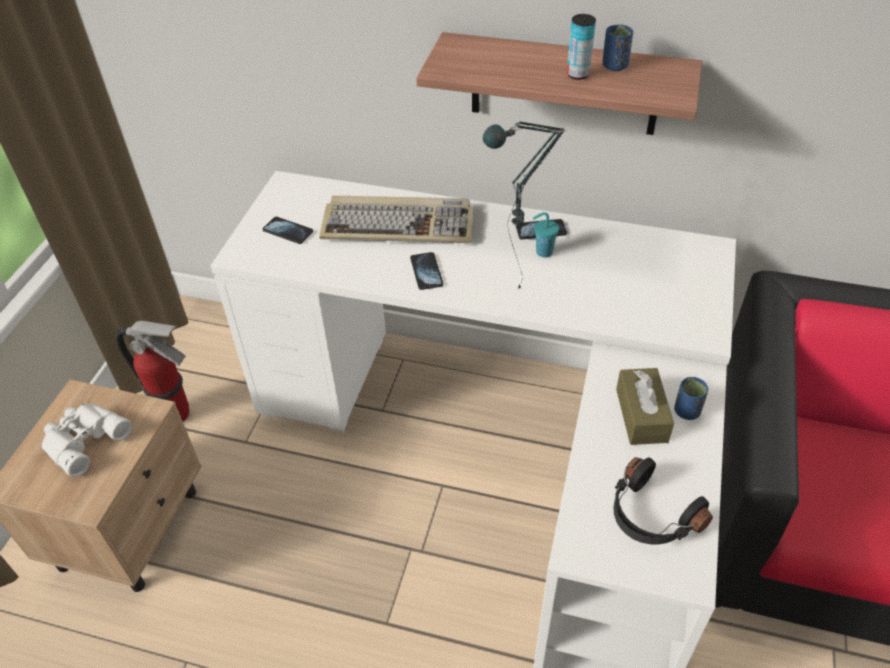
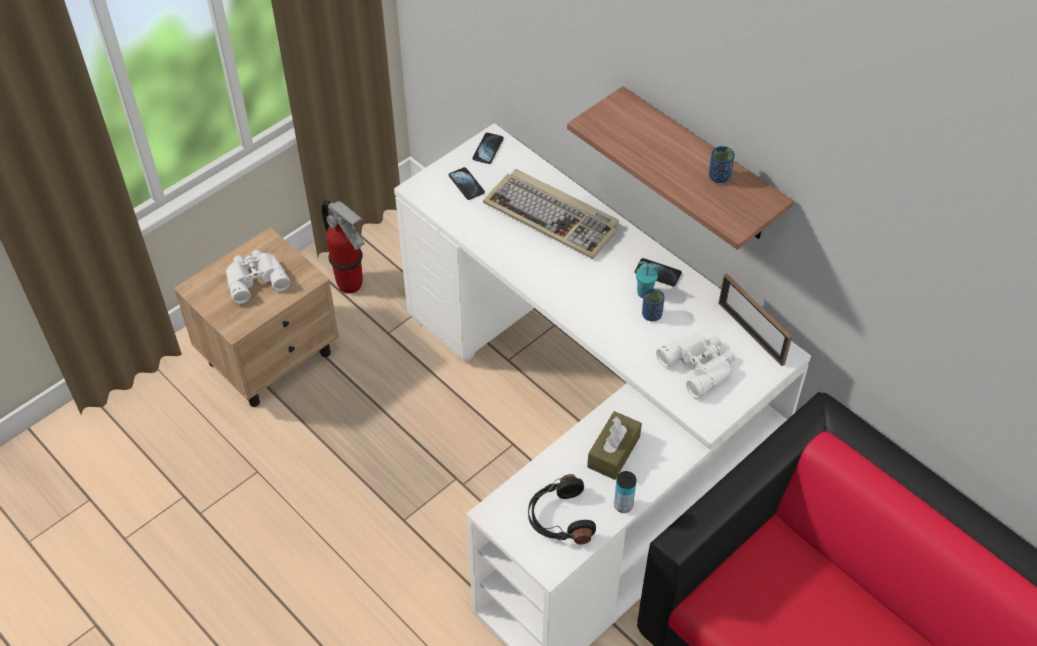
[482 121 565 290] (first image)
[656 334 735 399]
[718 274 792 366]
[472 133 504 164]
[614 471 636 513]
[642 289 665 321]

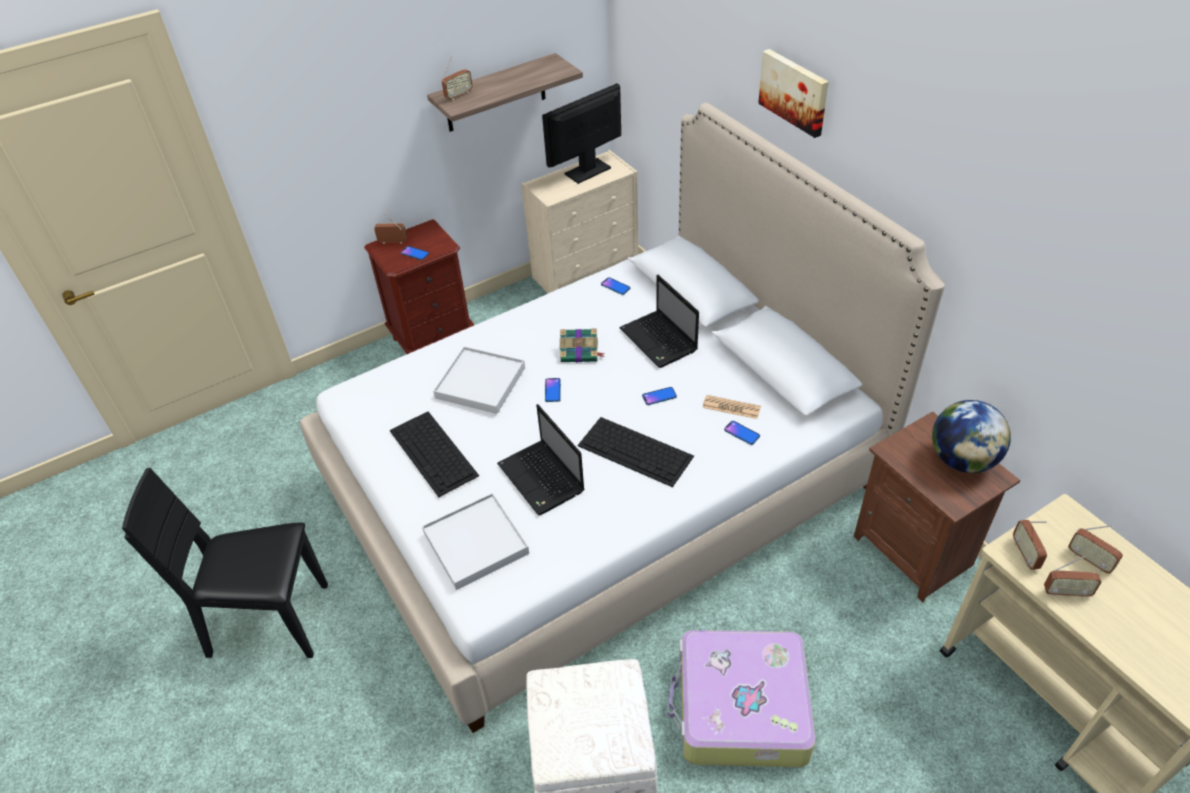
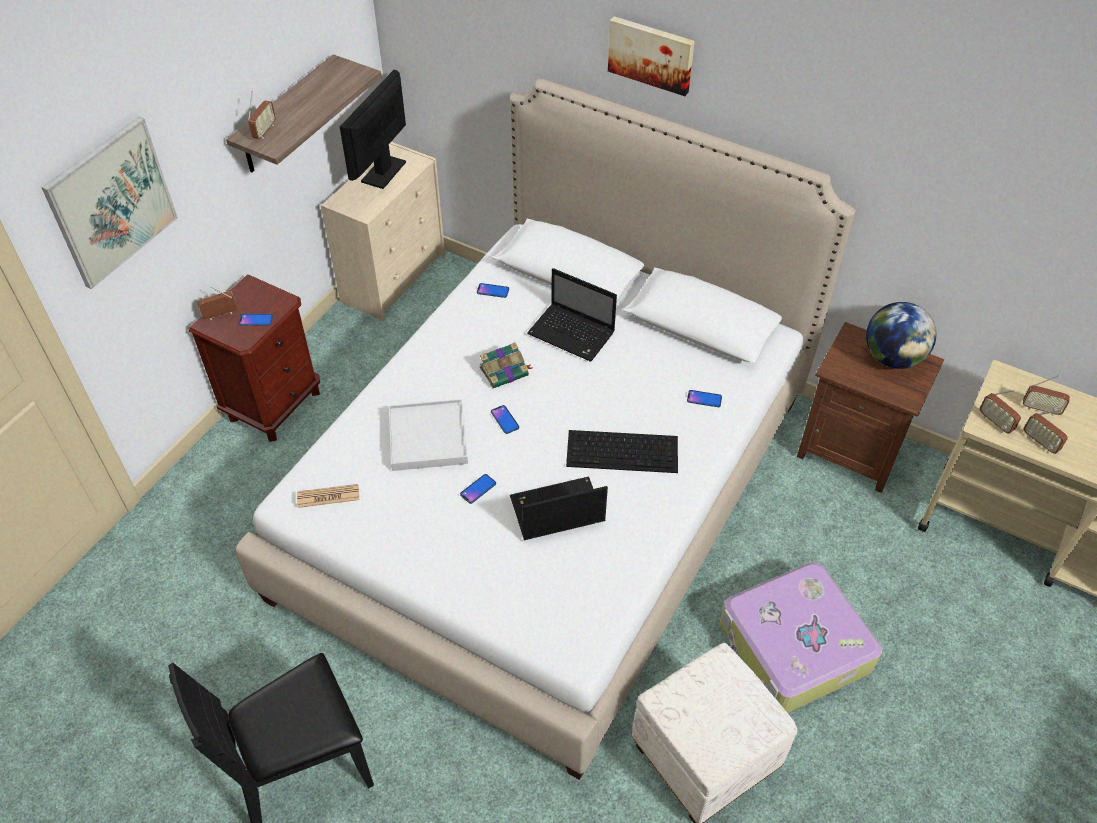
[390 411 479 497] (first image)
[422 493 529 590] (first image)
[42 117 178 289]
[460 474 496 504]
[297 484 359 508]
[510 477 608 540]
[1024 410 1068 454]

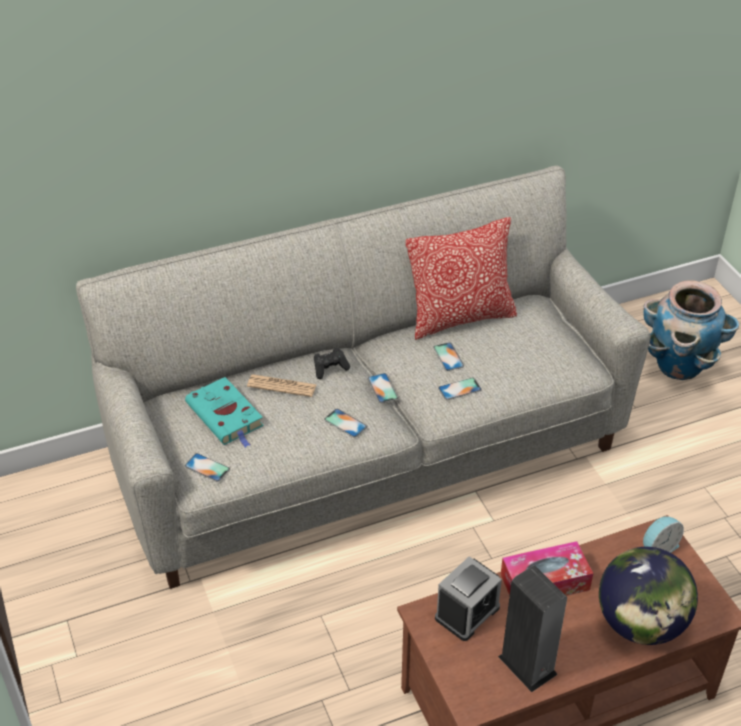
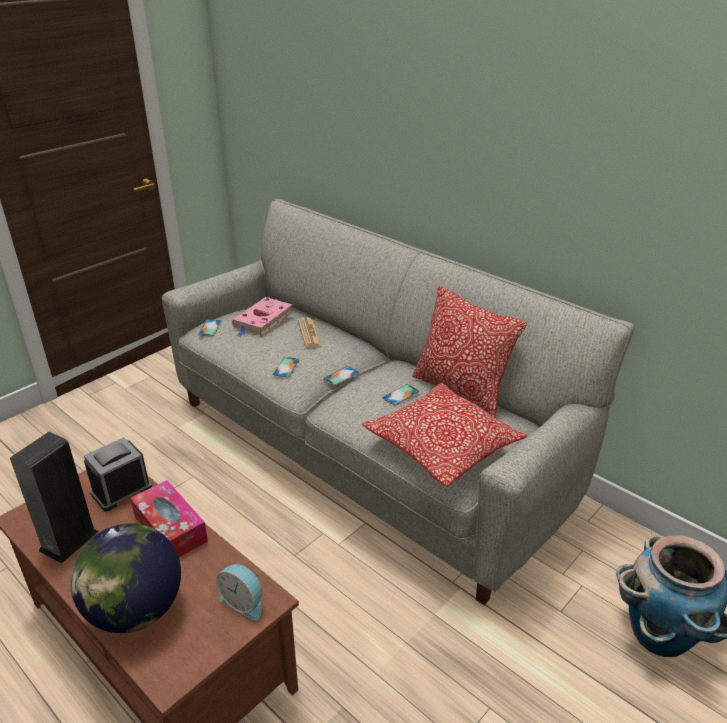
[314 348 350 379] (first image)
[438 378 482 400] (first image)
[362 383 527 487]
[232 297 293 337]
[84 437 152 512]

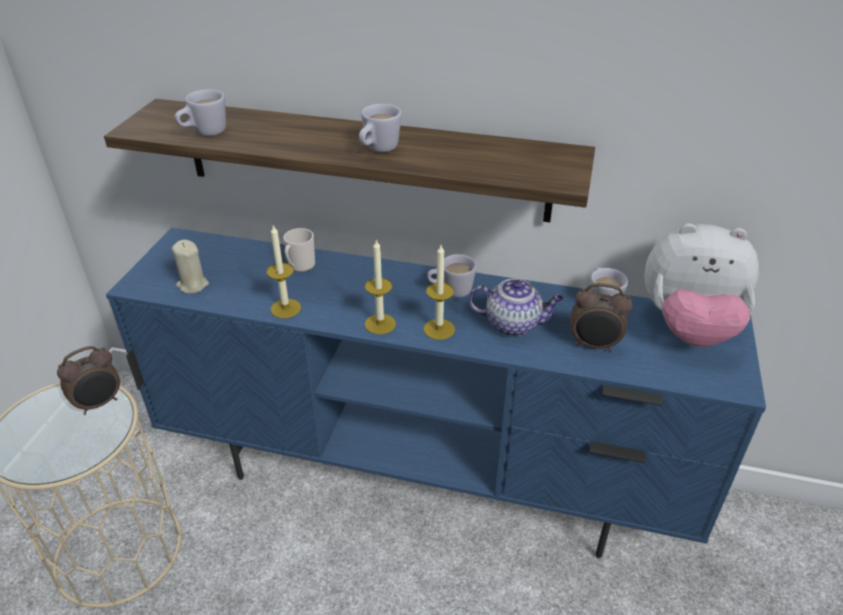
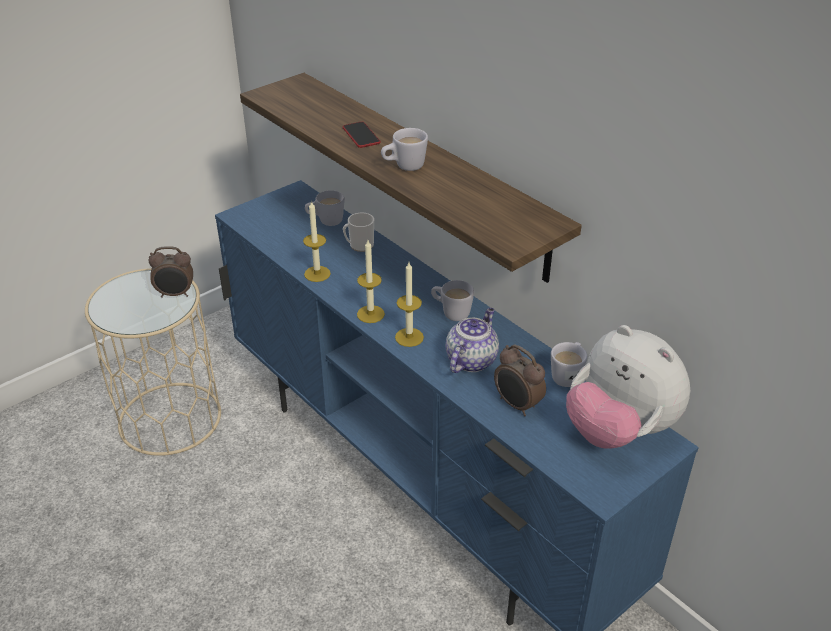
[172 240 209 294] (first image)
[343 122 380 148]
[305 190 345 226]
[446 308 499 373]

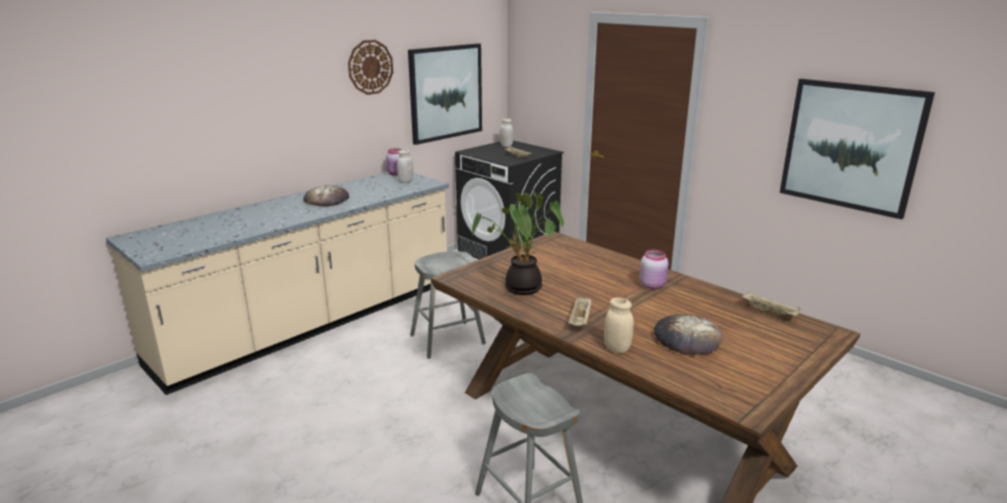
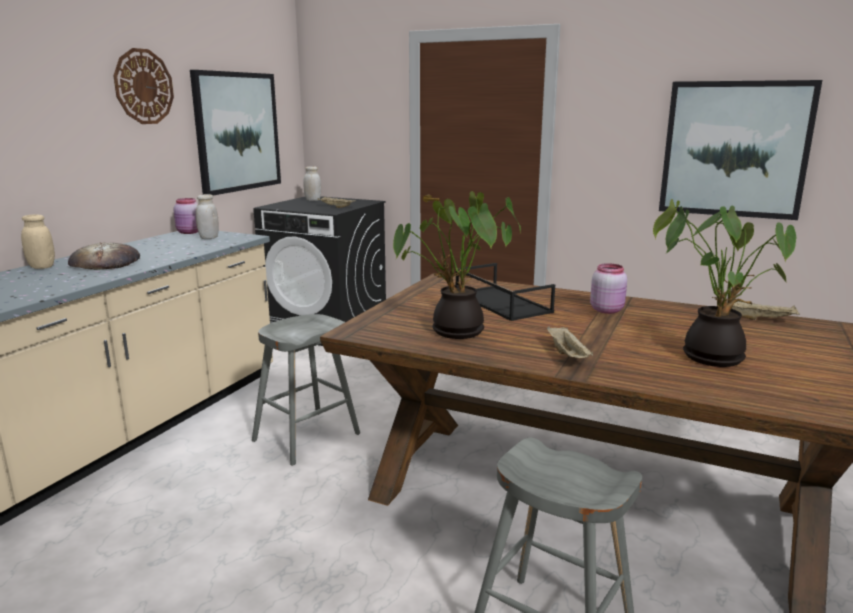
[456 263 555 321]
[21 214 55 269]
[653 199 796 367]

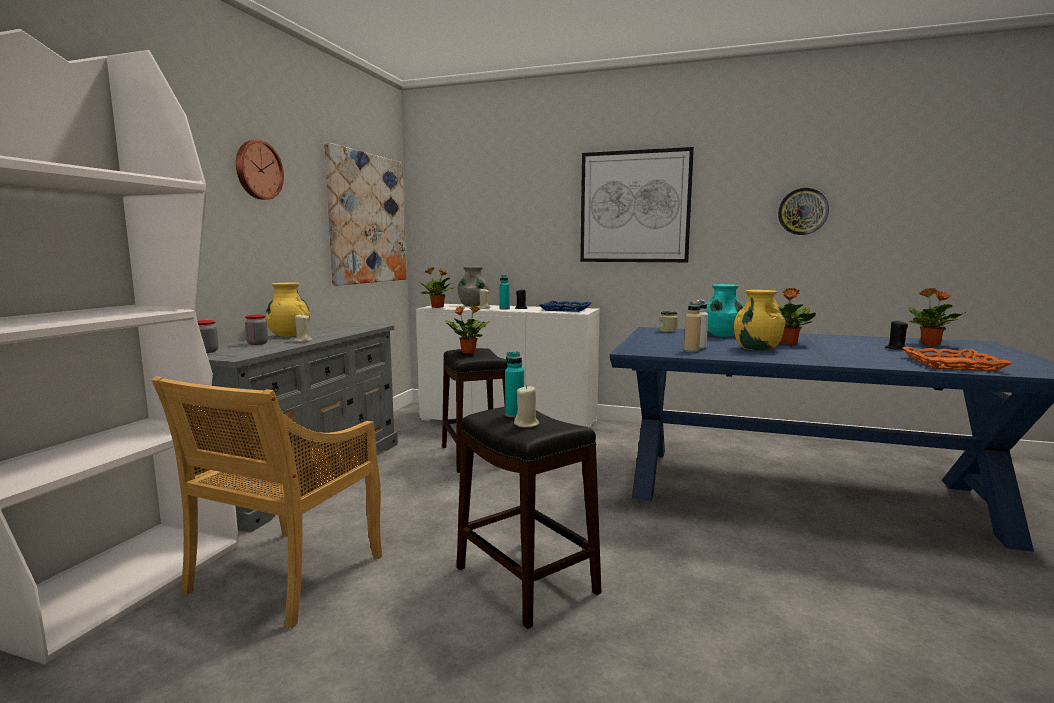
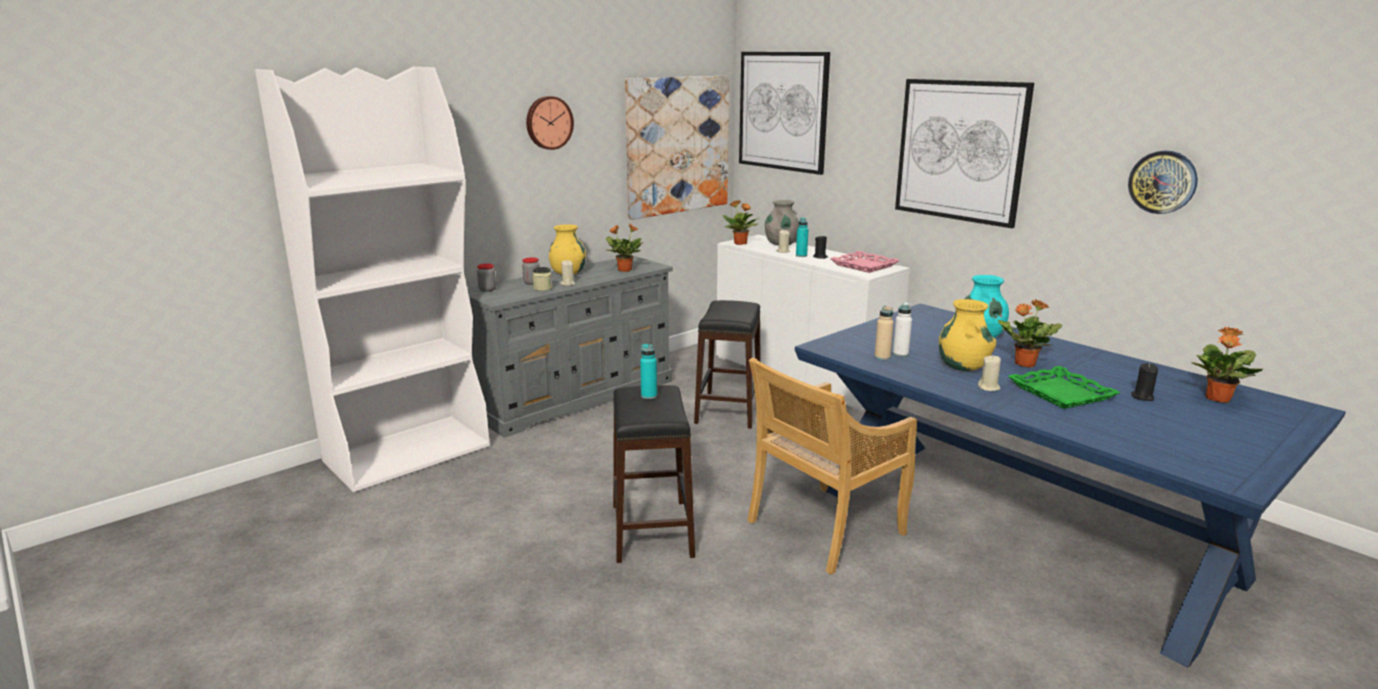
[902 347 1012 371] (first image)
[739 52 830 175]
[1008 366 1120 409]
[747 357 917 575]
[605 223 644 272]
[978 355 1001 391]
[533 267 552 291]
[830 251 900 273]

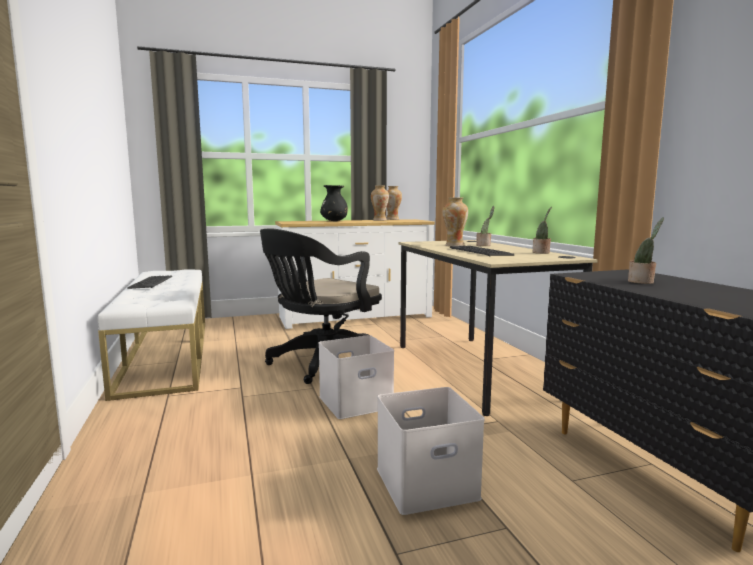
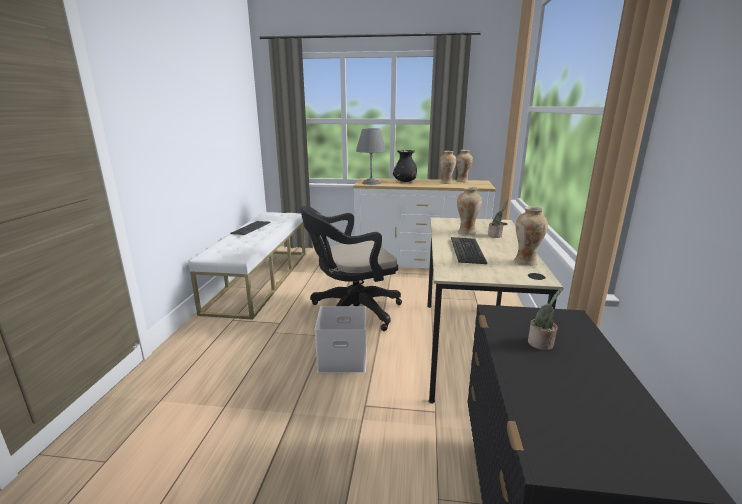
[377 387 485 515] (first image)
[356 128 386 185]
[514 206 548 266]

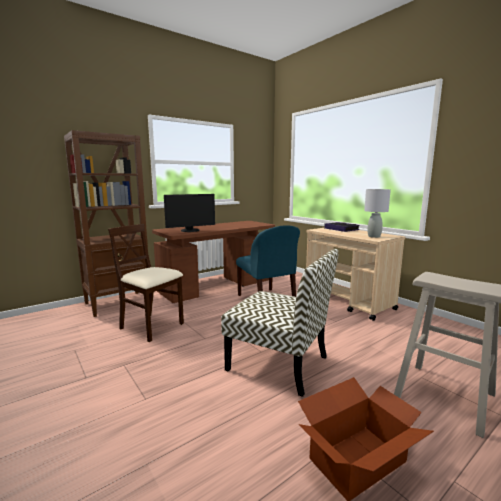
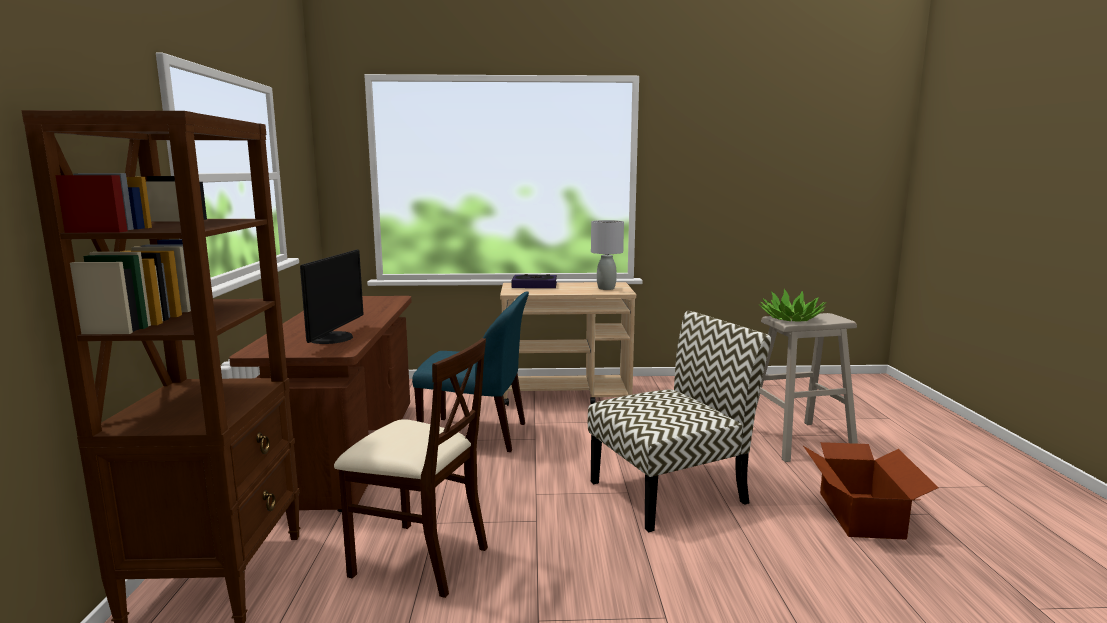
[758 289 827 322]
[334 338 488 598]

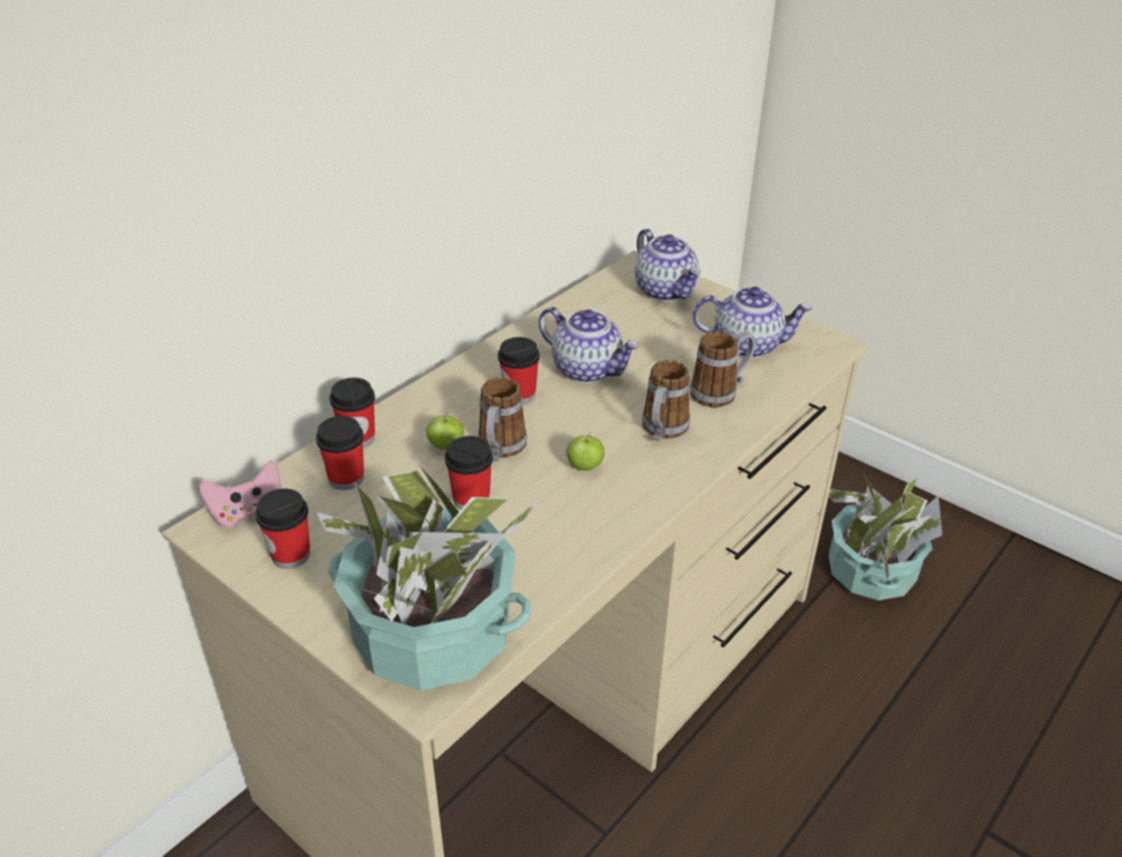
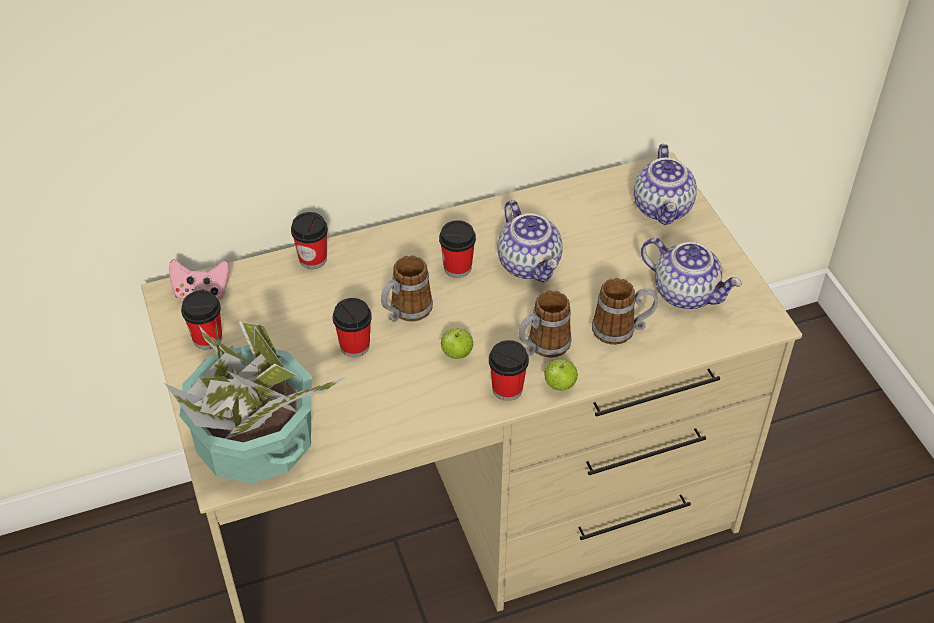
[828 474 942 600] (first image)
[489 340 529 401]
[544 359 578 391]

